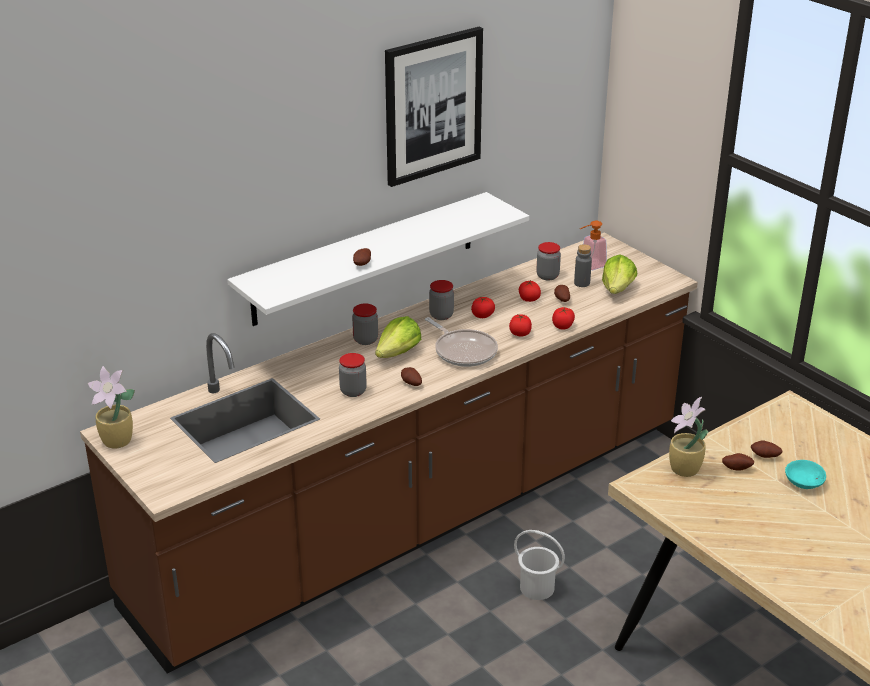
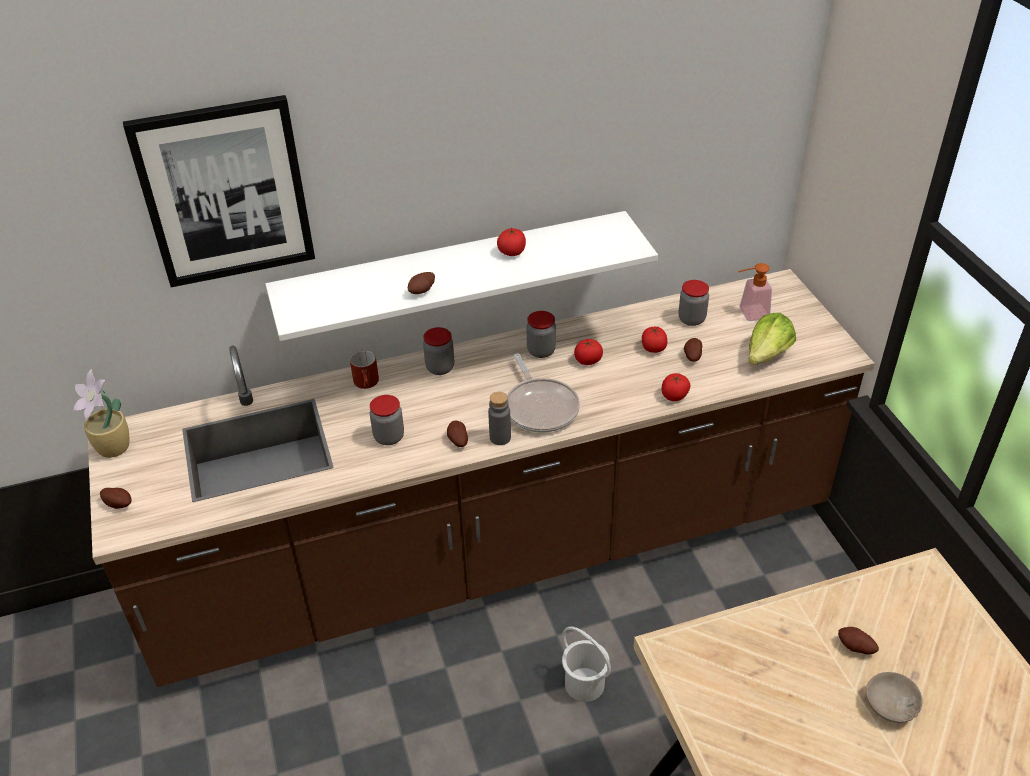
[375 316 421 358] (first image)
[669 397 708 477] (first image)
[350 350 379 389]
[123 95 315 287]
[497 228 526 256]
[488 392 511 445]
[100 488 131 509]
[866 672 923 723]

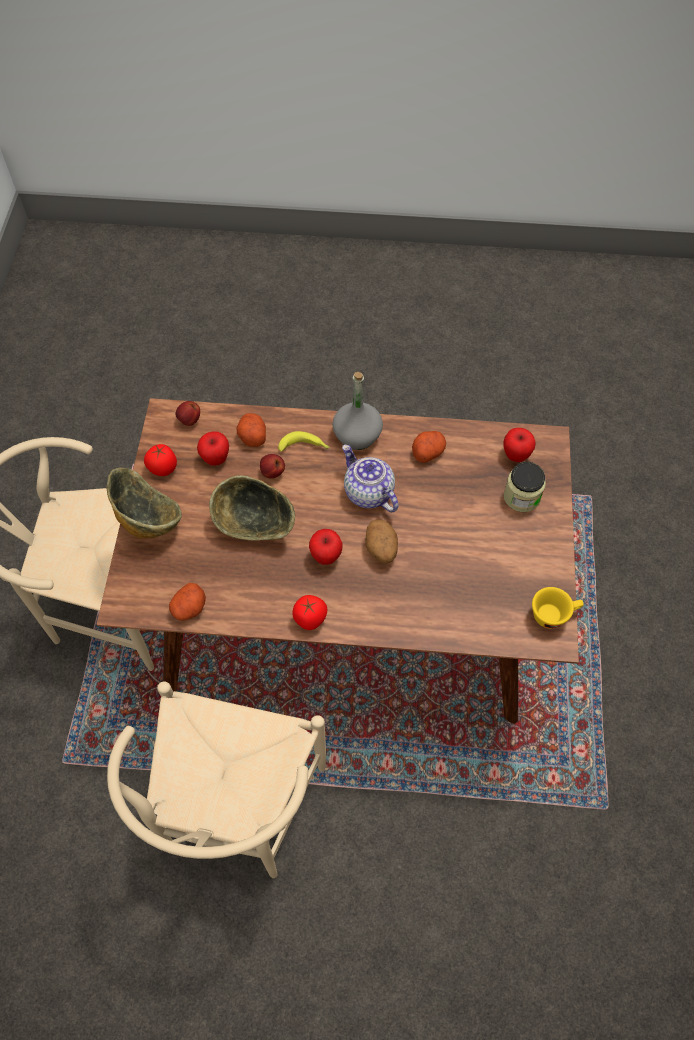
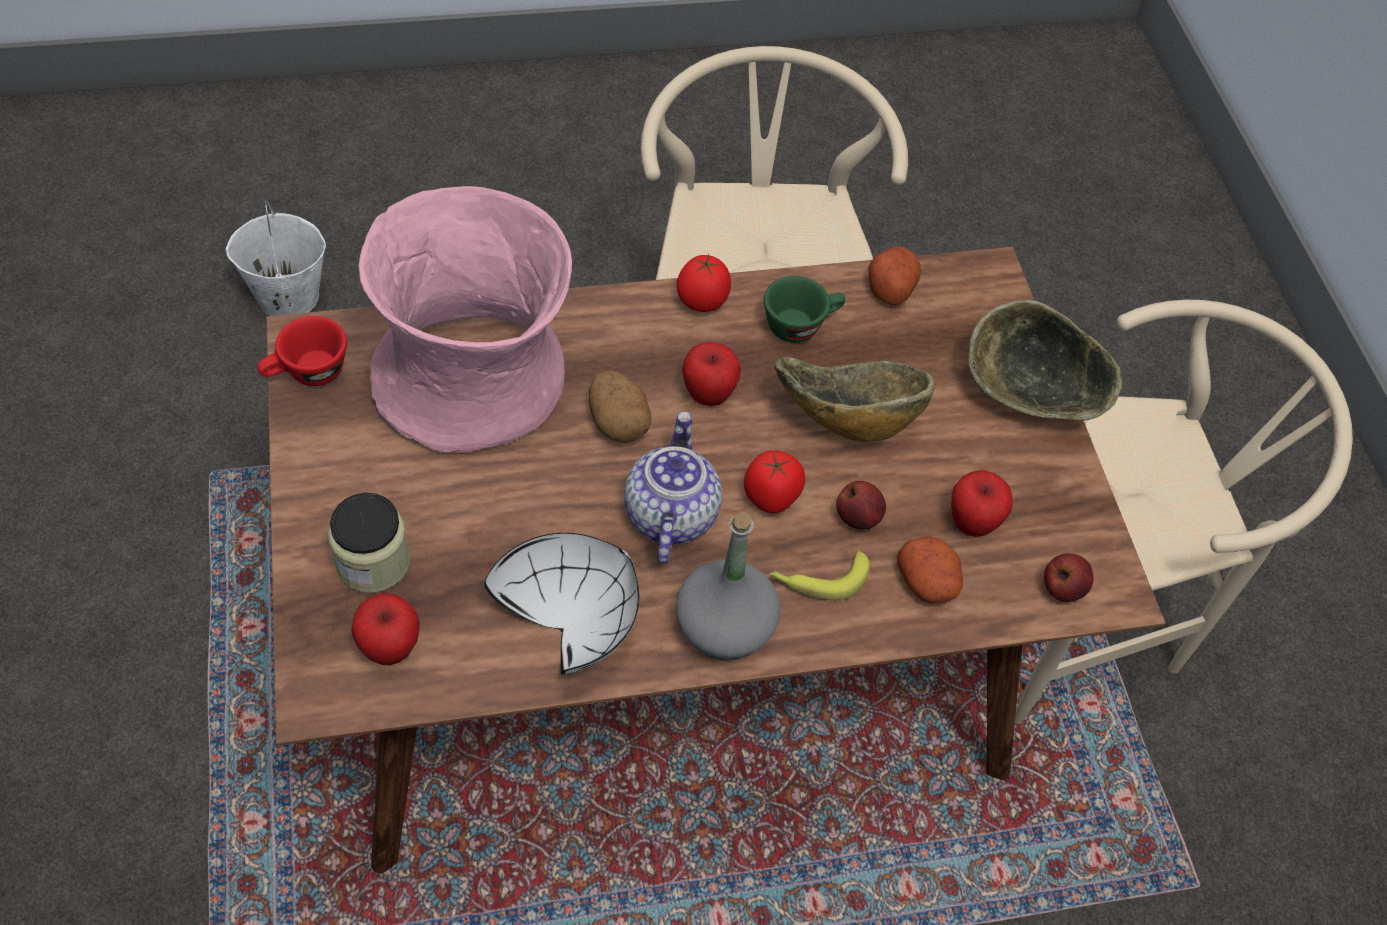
[226 201 326 316]
[358 186 572 453]
[764 276 845 343]
[744 450 805 513]
[484 533 639 674]
[257 316 347 386]
[624 411 722 563]

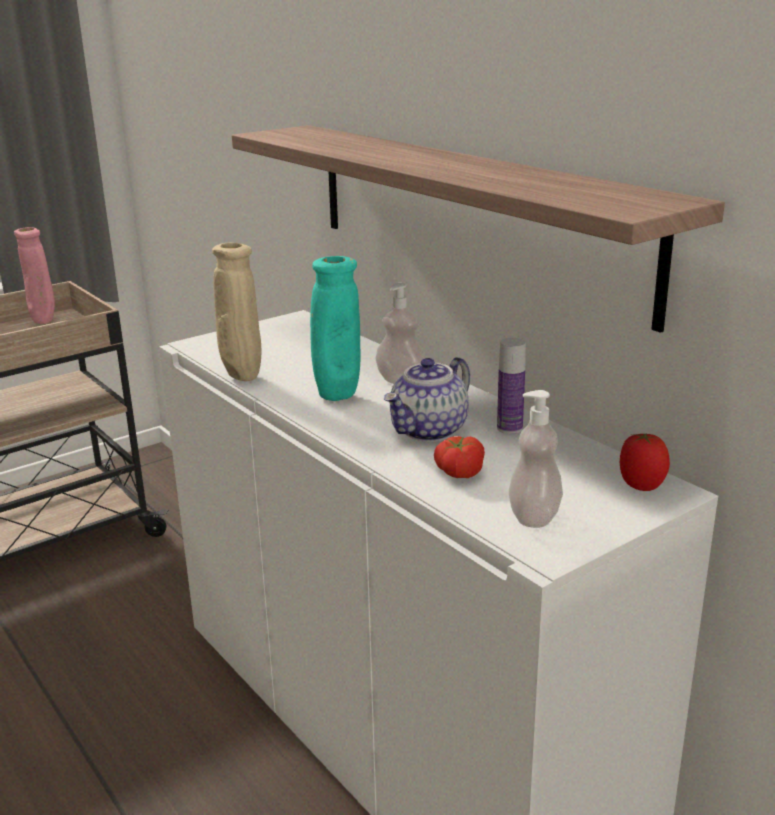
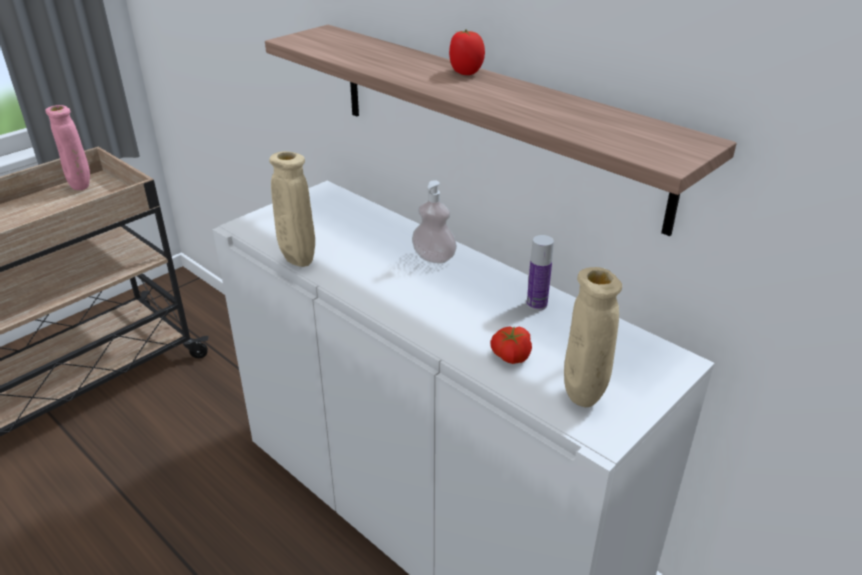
[310 256 361 401] (first image)
[384 357 470 442] (first image)
[449 29 485 75]
[564 267 622 407]

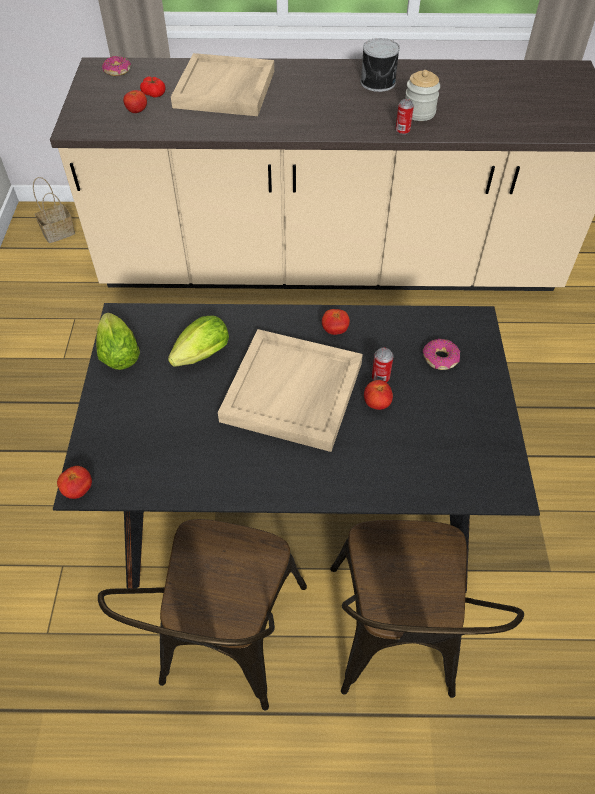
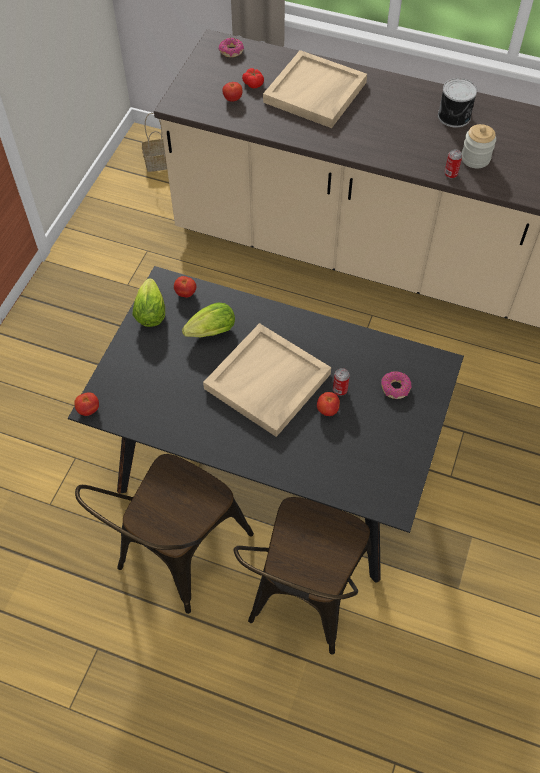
[174 276 196 297]

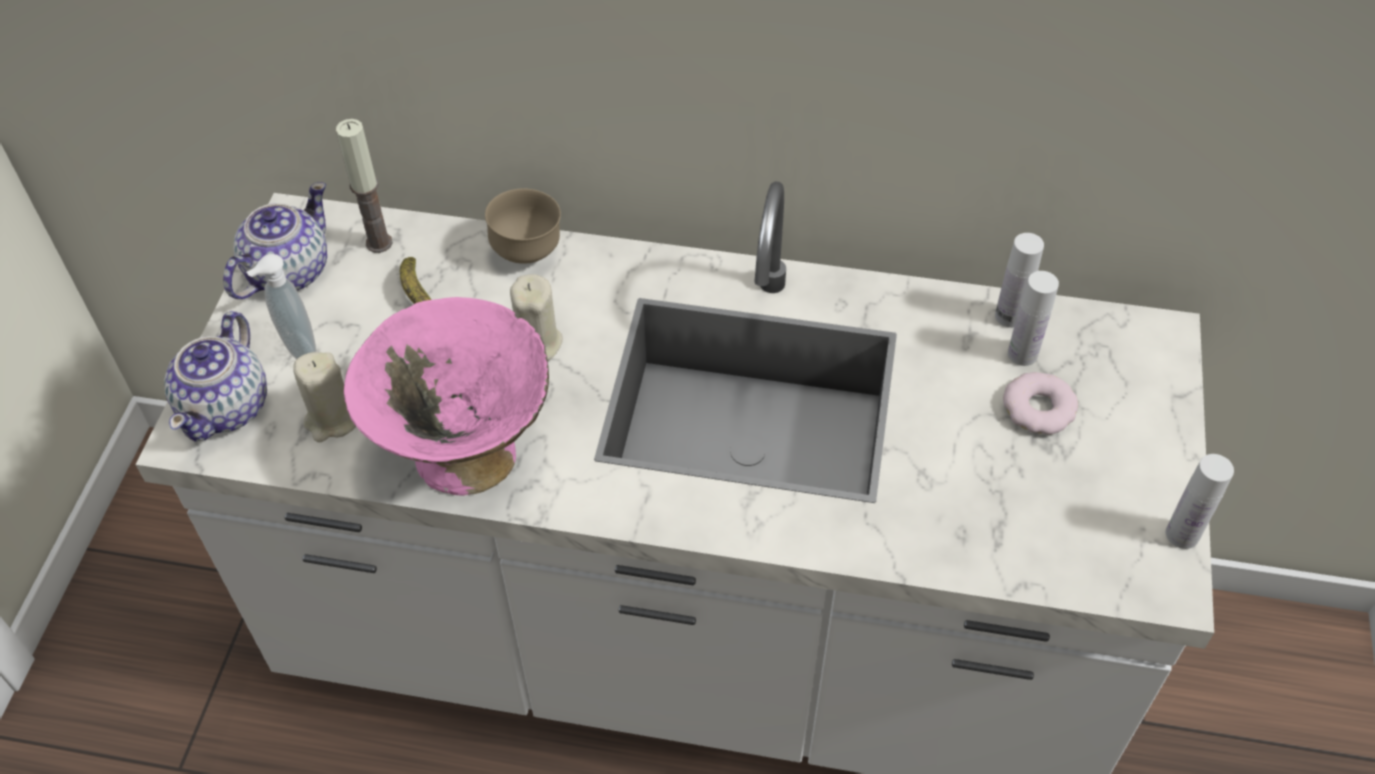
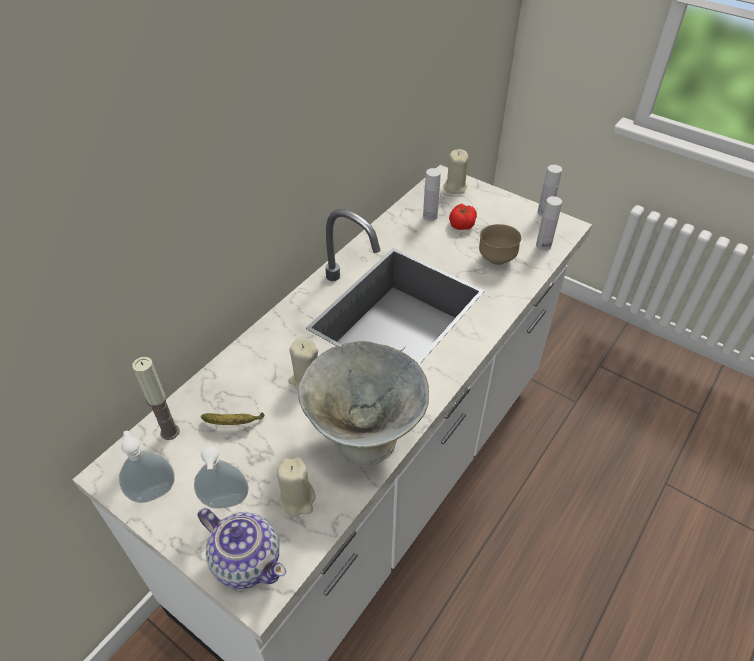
[444 149 468 194]
[479 224 522 265]
[536 196 562 251]
[119 430 174 503]
[449 204 477 230]
[298 341 429 466]

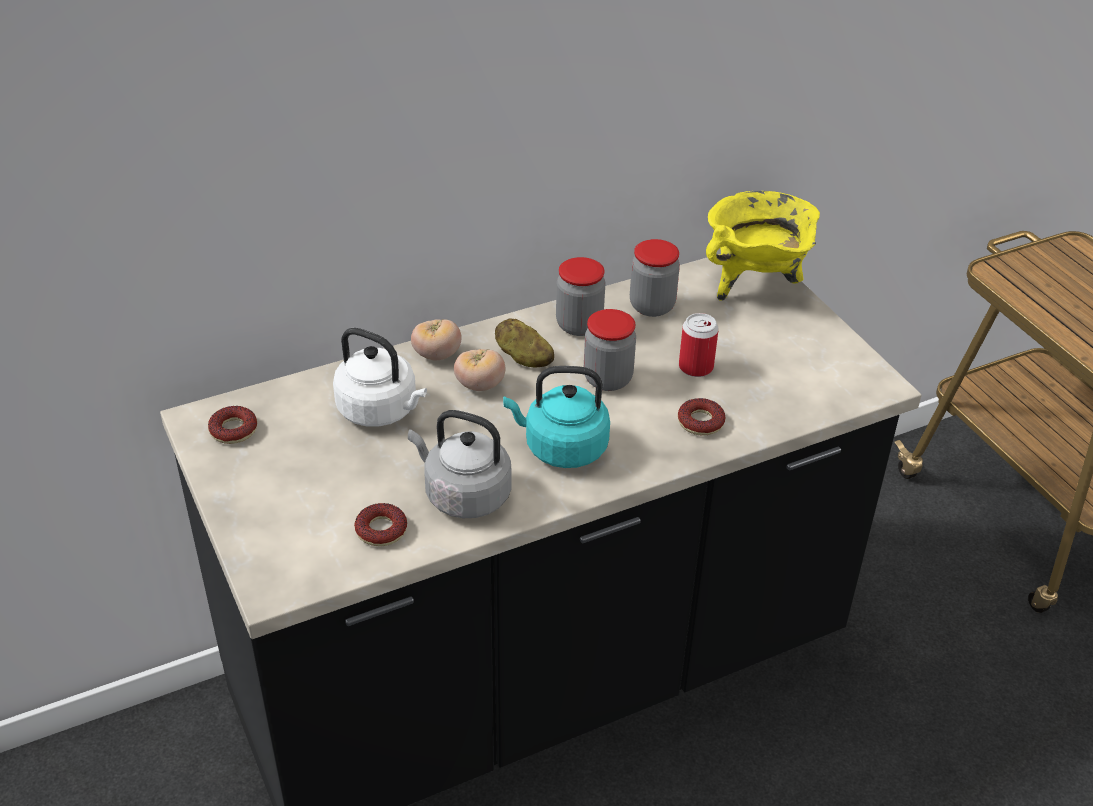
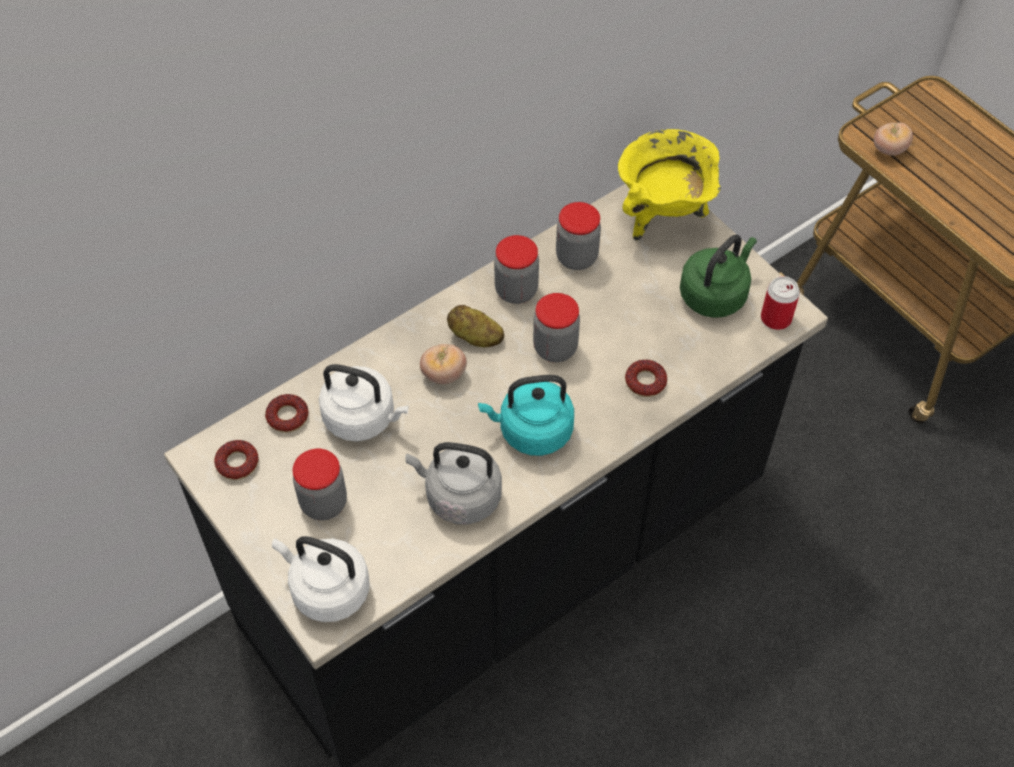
[272 536 369 622]
[293 449 347 520]
[680 234 757 318]
[265 394 309 433]
[874 122 913 156]
[761 276 800 330]

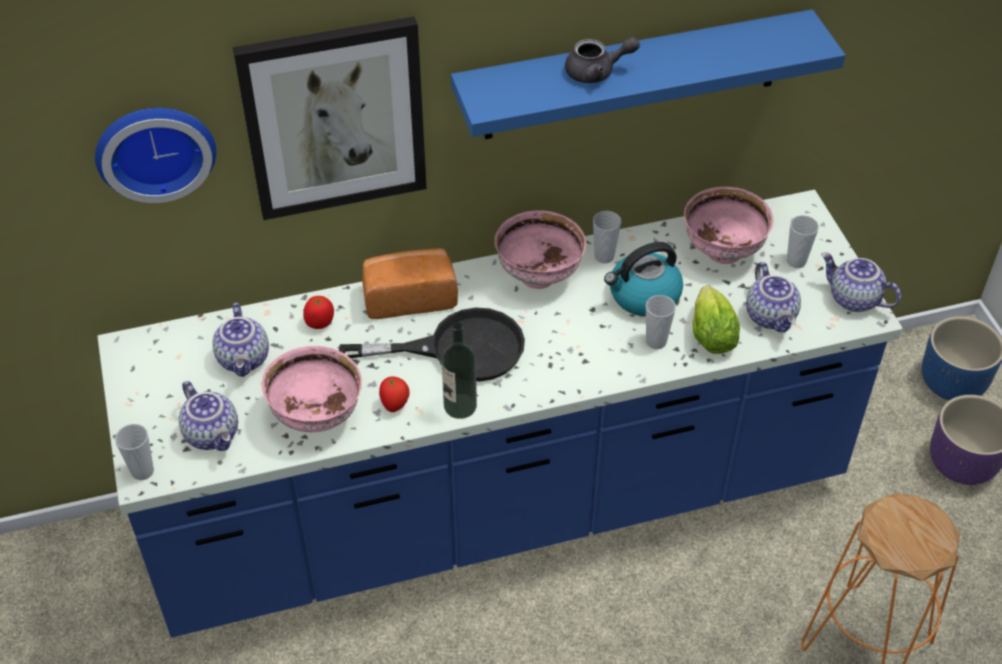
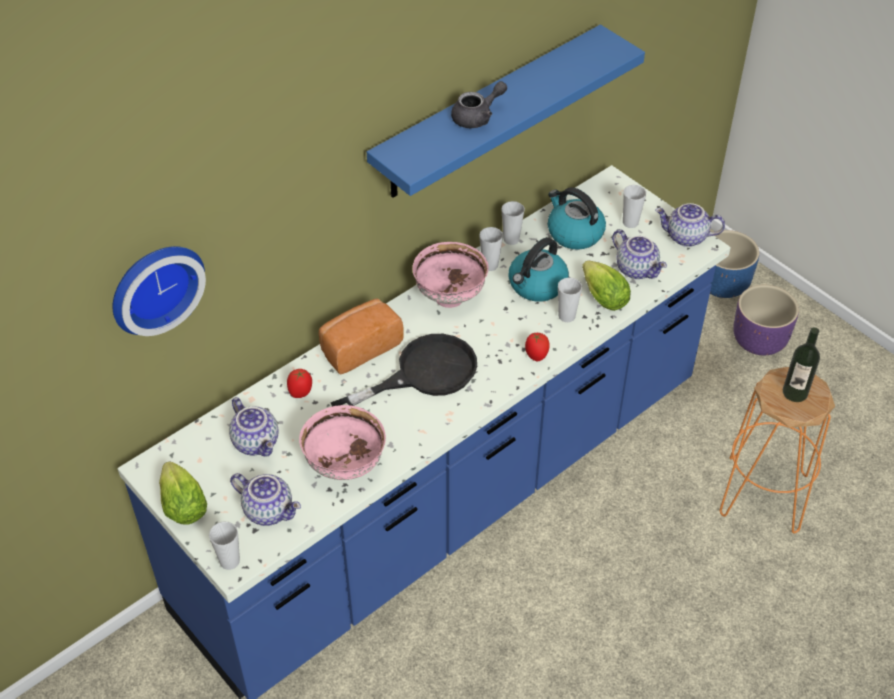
[233 16 427 220] (first image)
[159 461 207 525]
[501 201 525 245]
[525 332 550 361]
[783 327 820 402]
[548 187 606 250]

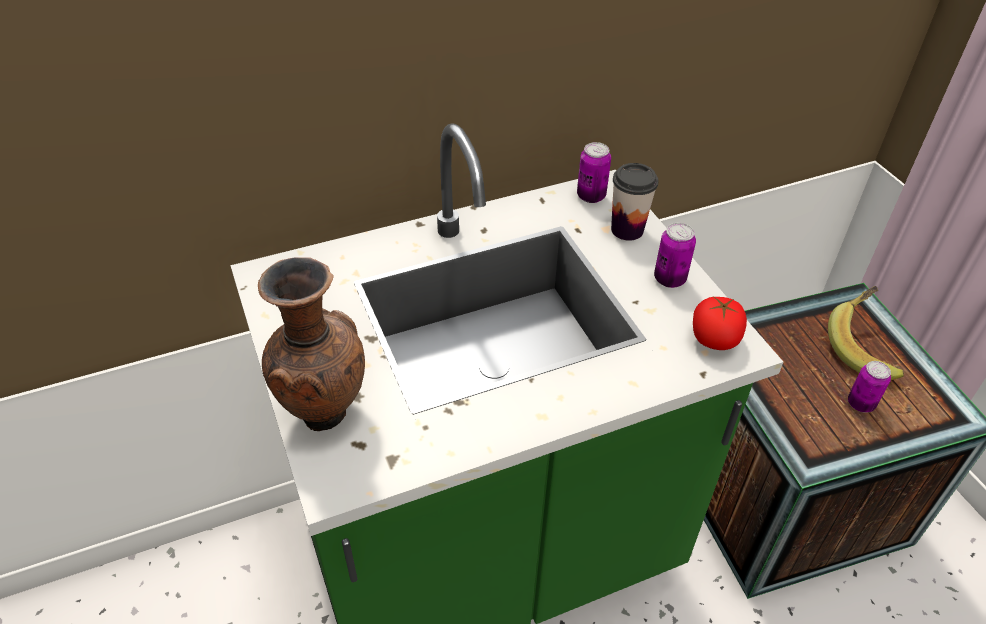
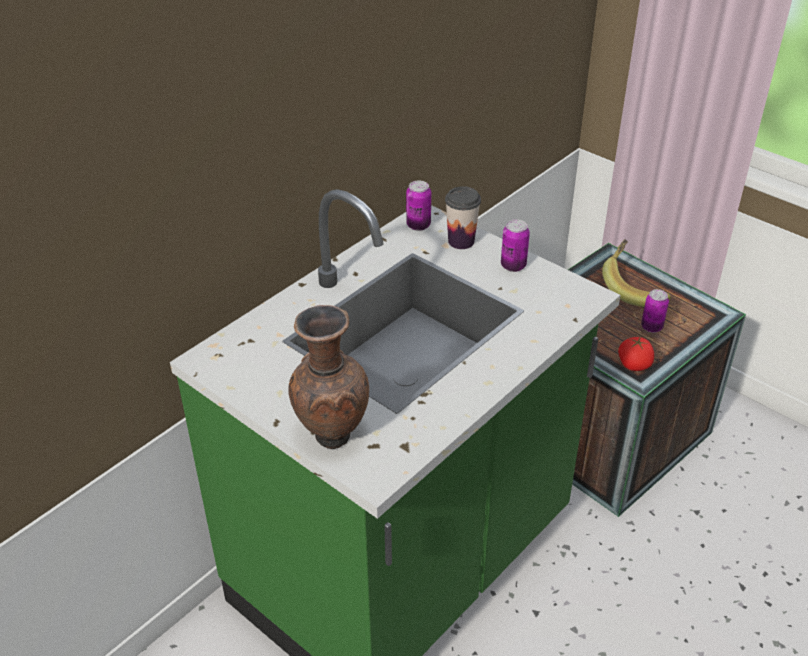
[618 336 654 371]

